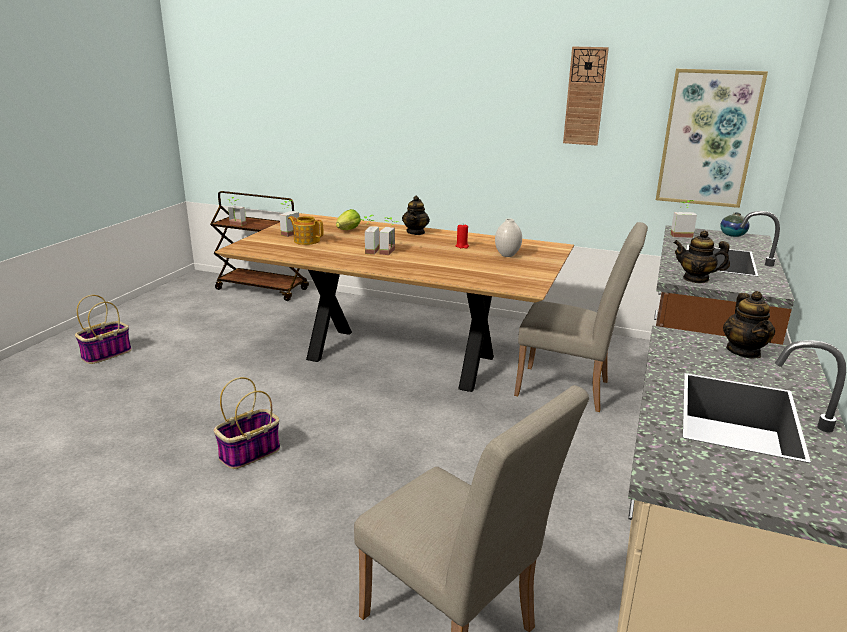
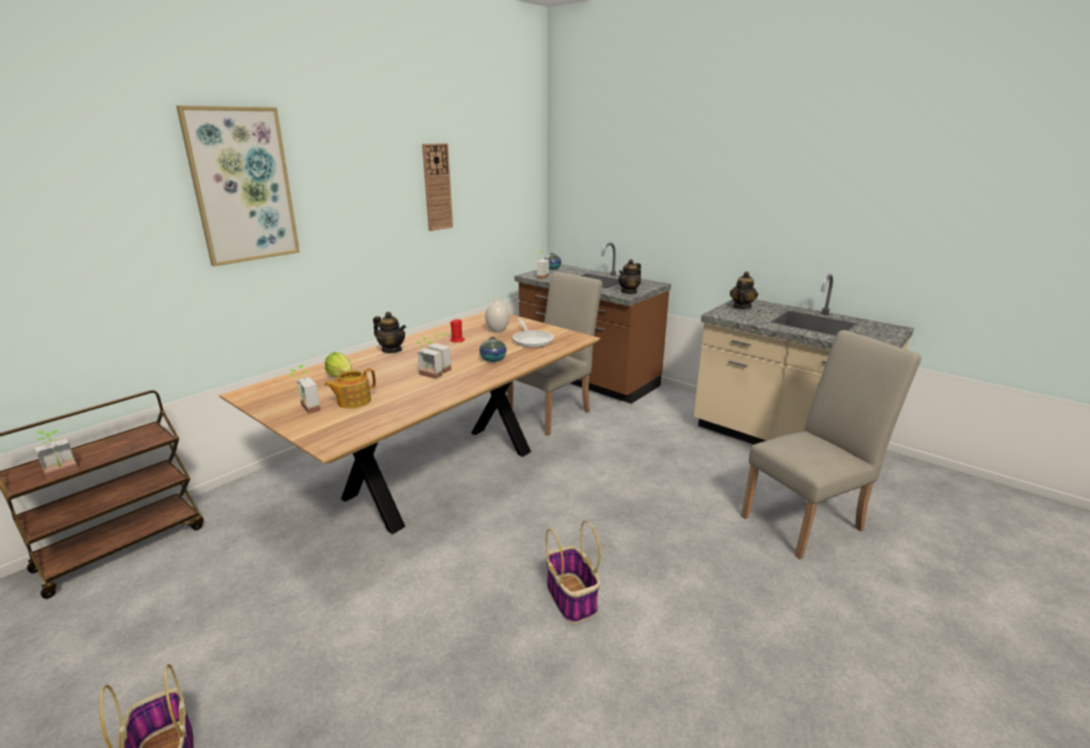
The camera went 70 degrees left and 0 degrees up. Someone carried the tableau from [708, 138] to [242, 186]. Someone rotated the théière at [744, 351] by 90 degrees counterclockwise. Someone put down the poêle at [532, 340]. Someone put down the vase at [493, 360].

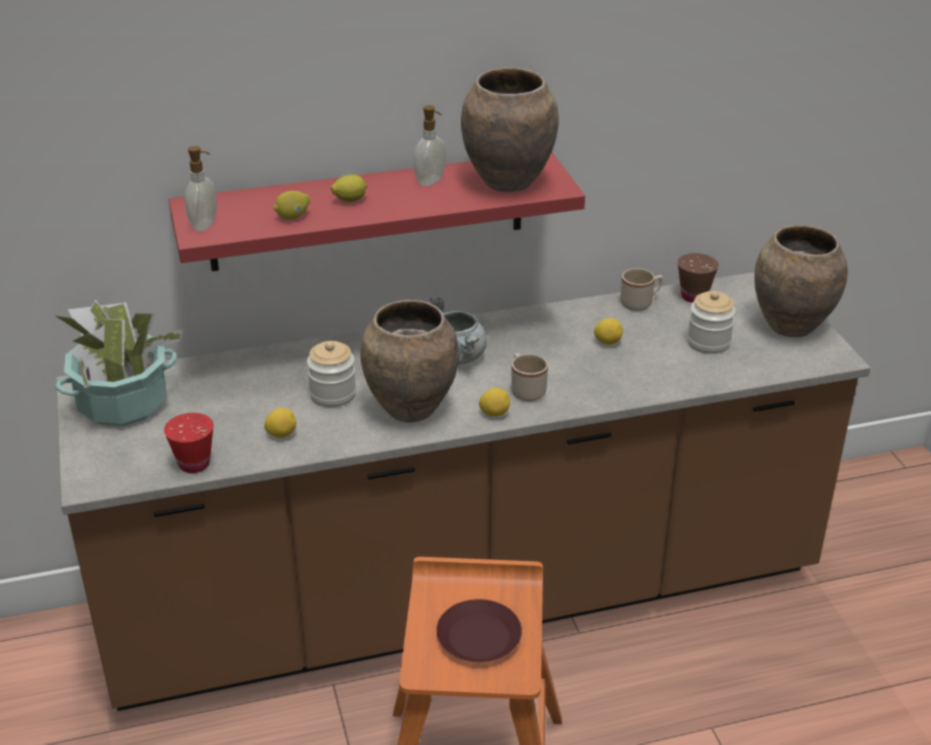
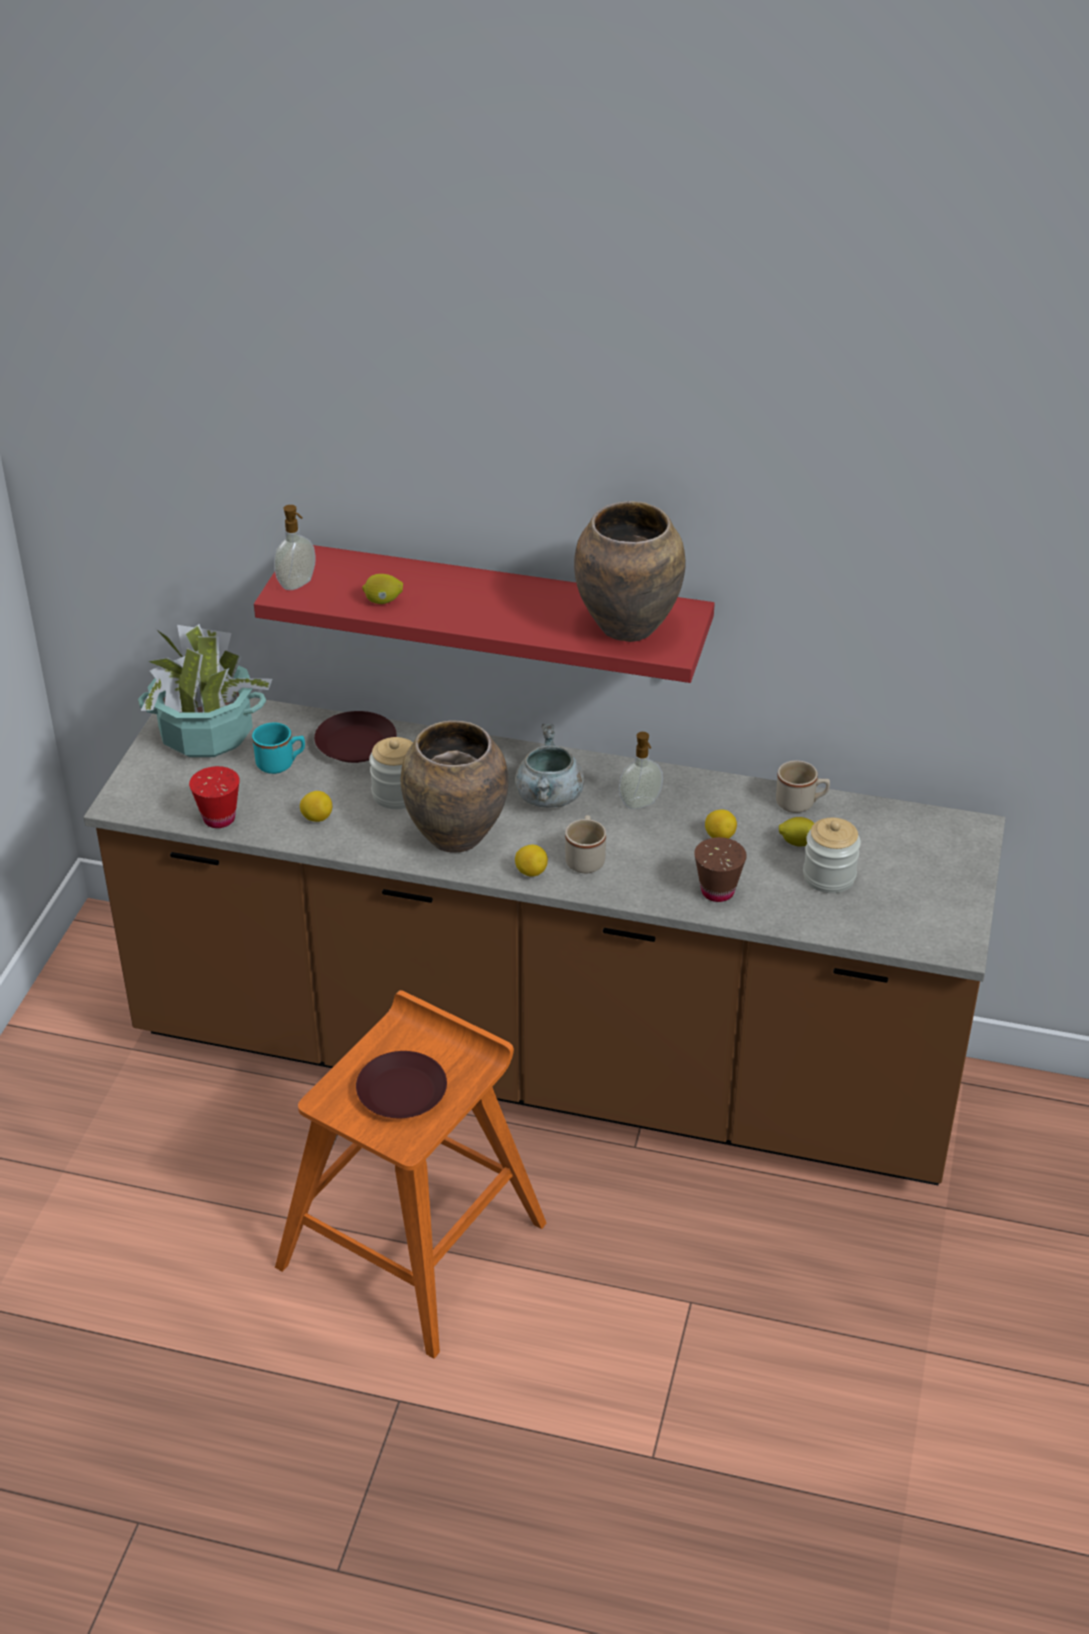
The camera went 30 degrees right and 5 degrees up. Someone carried the distributeur de savon from [431, 181] to [640, 804]. Someone carried the citron from [350, 200] to [797, 842]. Someone took away the vase (marron) at [790, 326]. Someone carried the tasse (marron) from [694, 296] to [717, 891]. Someone put down the assiette (marron) at [355, 744]. Someone put down the mug (turquoise) at [281, 764].

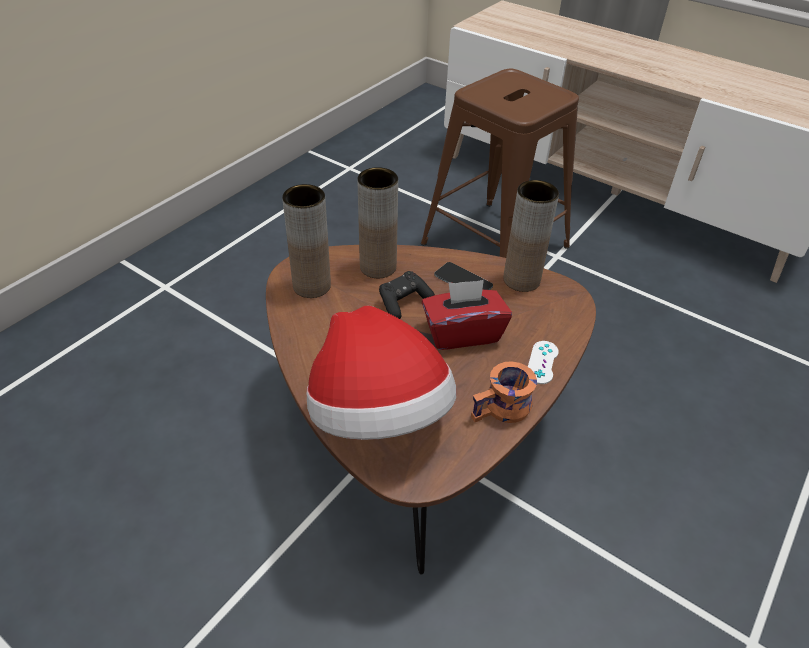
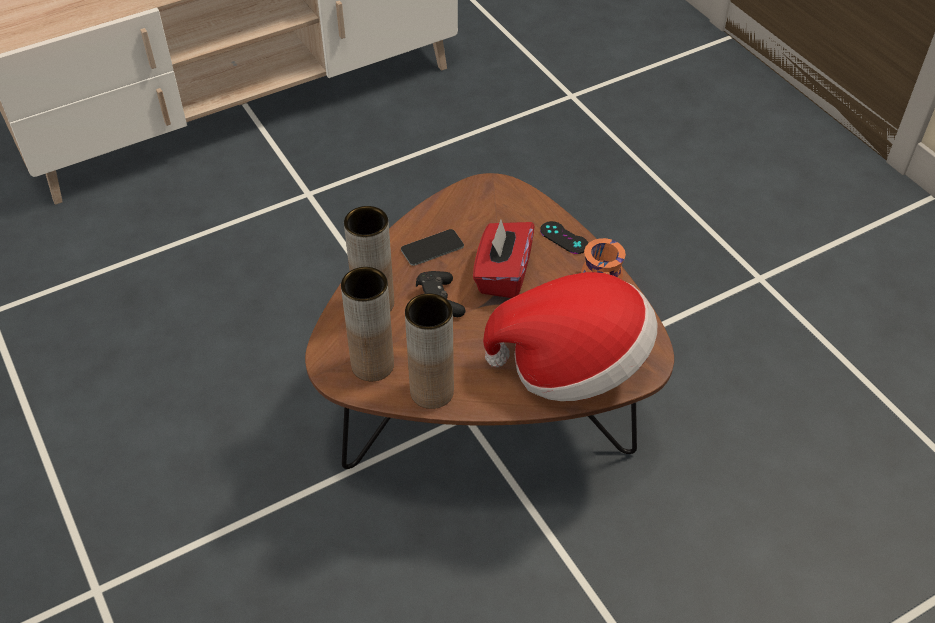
The camera went 65 degrees left and 5 degrees up. Someone took away the tabouret (marron) at [495, 246]. Someone carried the vase (marron) from [521, 280] to [432, 391]. Someone repainted the manette (blanc) at [542, 362], which became the manette (noir) at [564, 238].

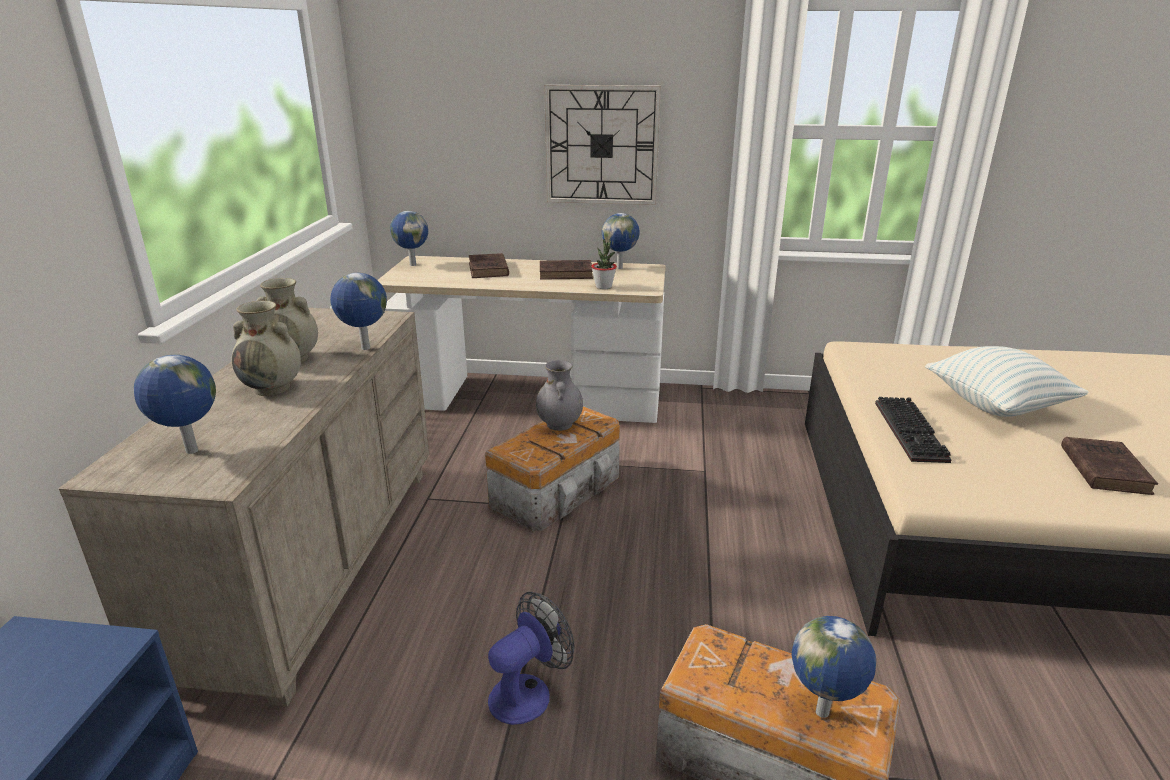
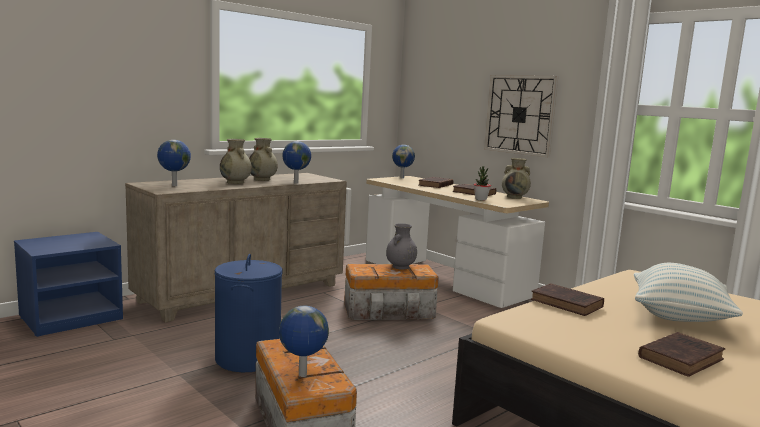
The camera went 40 degrees right and 15 degrees down. Someone swapped the globe at [620, 267] for the vase (beige) at [515, 197]. Someone swapped the clavier at [913, 432] for the livre (marron) at [568, 304]. Someone swapped the ventilateur at [528, 692] for the panier à linge (bleu) at [247, 358].

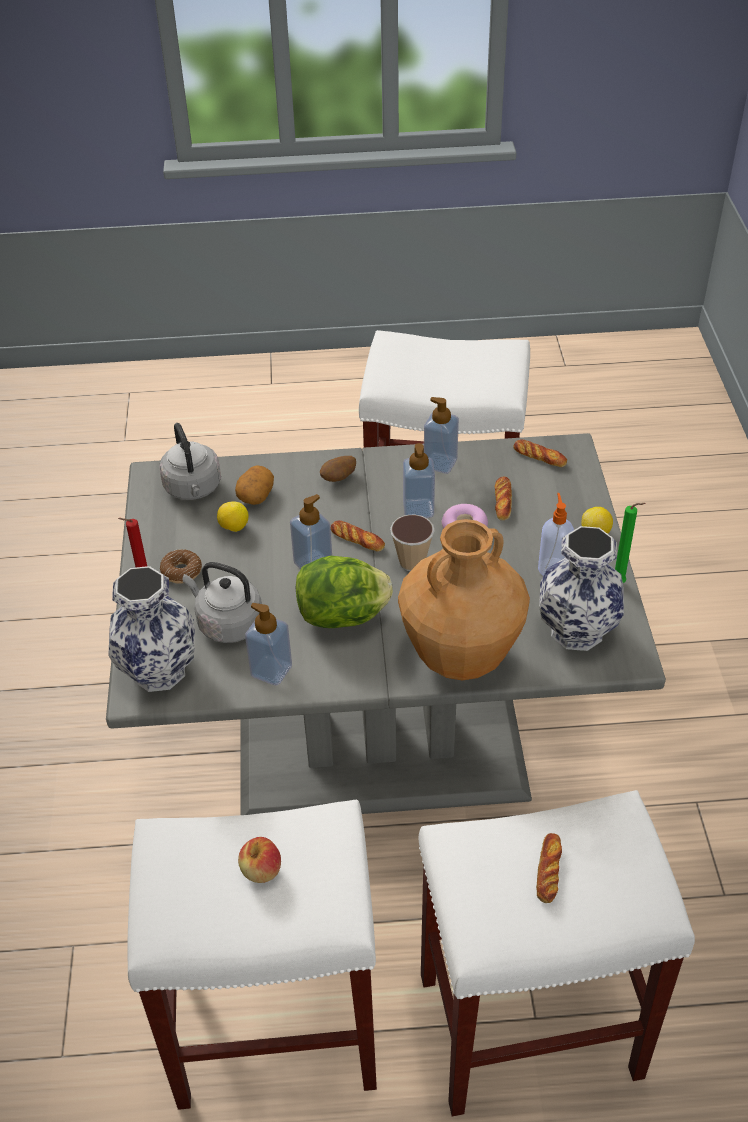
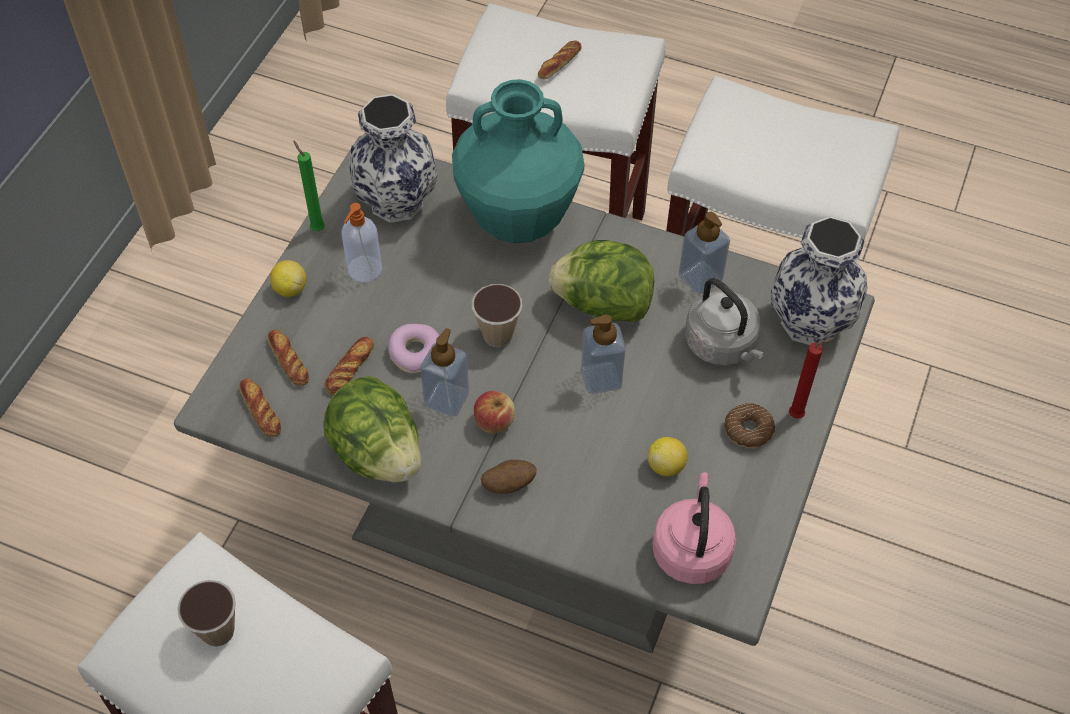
The camera went 155 degrees left and 10 degrees up. Someone swapped the distributeur de savon at [440, 463] for the laitue at [377, 453]. Someone repainted the bouilloire (gris) at [193, 489], which became the bouilloire (rose) at [691, 549]. Someone took away the pomme de terre at [255, 494]. Someone repainted the vase (marron) at [461, 656], which became the vase (turquoise) at [517, 220]. Someone carried the pain from [357, 539] to [288, 361]. Someone carried the pomme from [261, 870] to [494, 421]. Someone put down the tasse at [217, 631].

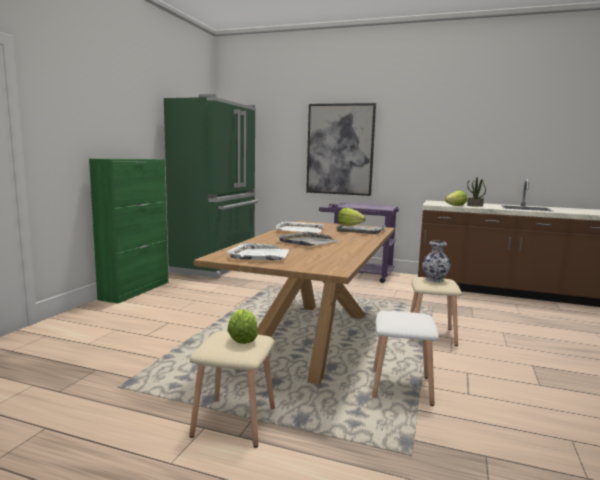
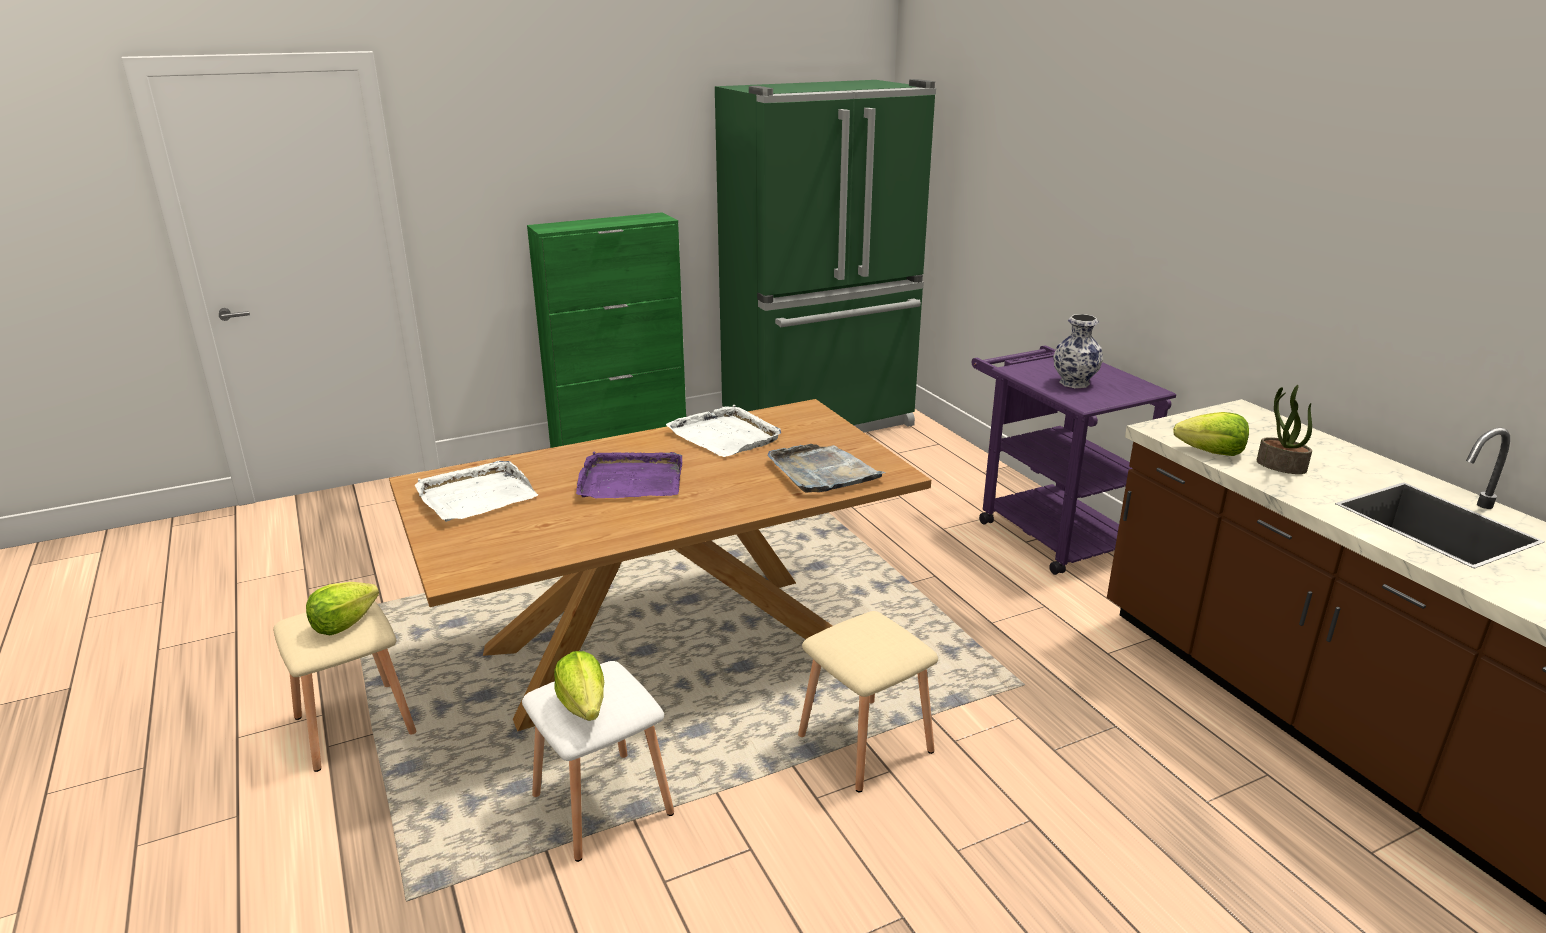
The camera went 45 degrees right and 15 degrees up. Someone took away the tableau at [340, 149]. Someone carried the laitue from [349, 225] to [584, 706]. Someone repainted the plateau (gris) at [307, 242], which became the plateau (violet) at [630, 480]. Someone carried the vase from [435, 280] to [1074, 383].

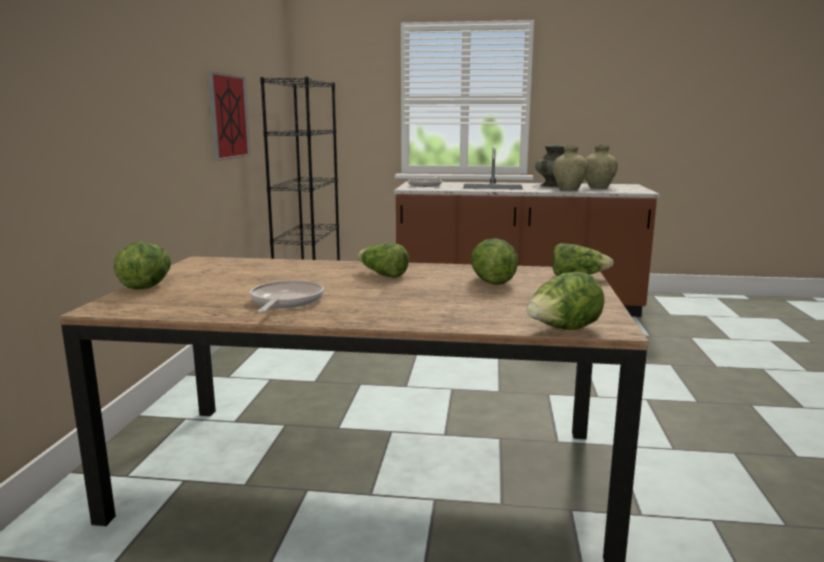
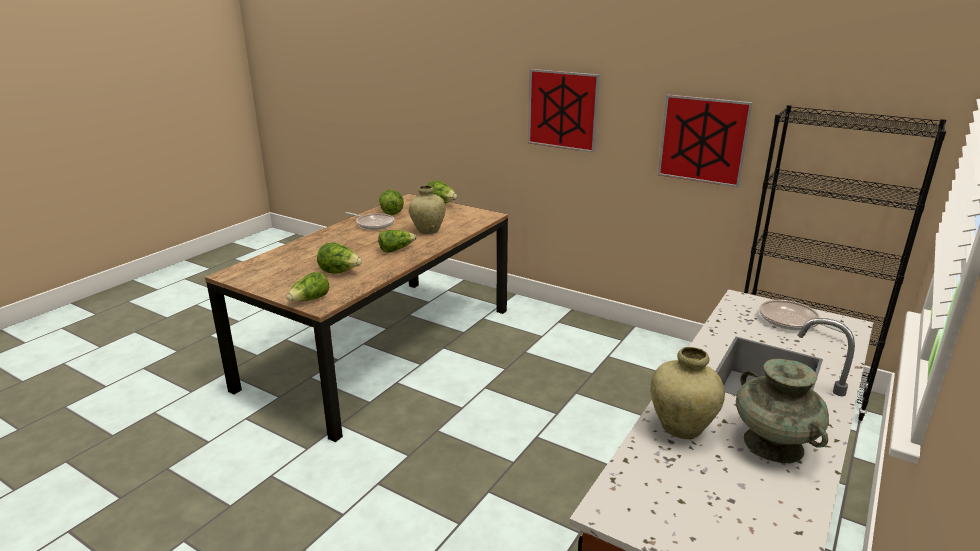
The camera went 115 degrees right and 10 degrees up. Someone carried the vase (beige) from [598, 188] to [428, 231]. Someone carried the laitue from [563, 330] to [391, 212]. Someone put up the tableau at [562, 110].

